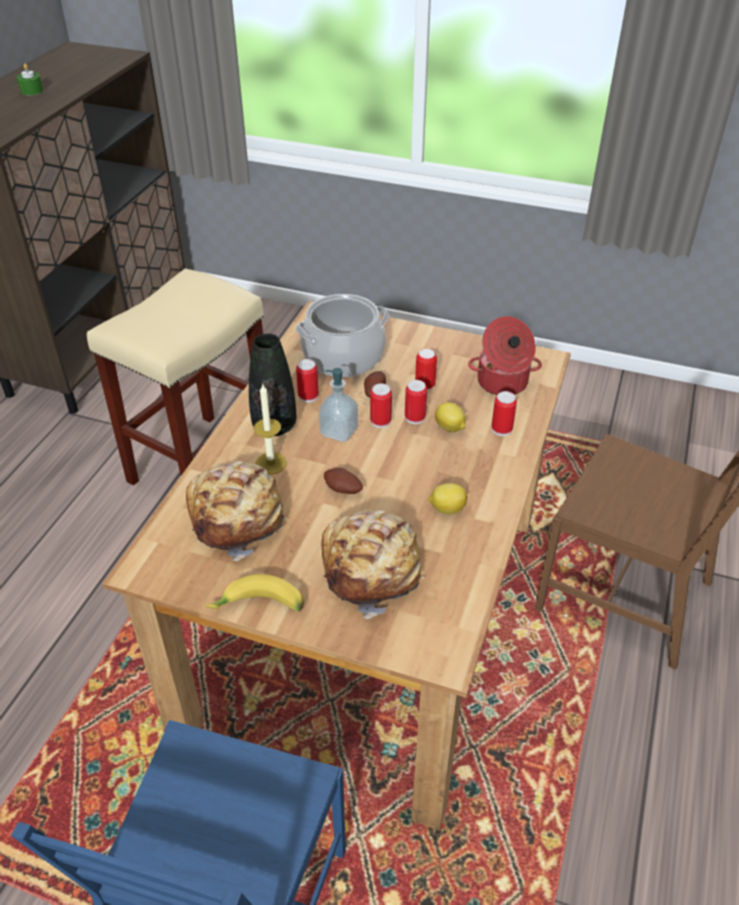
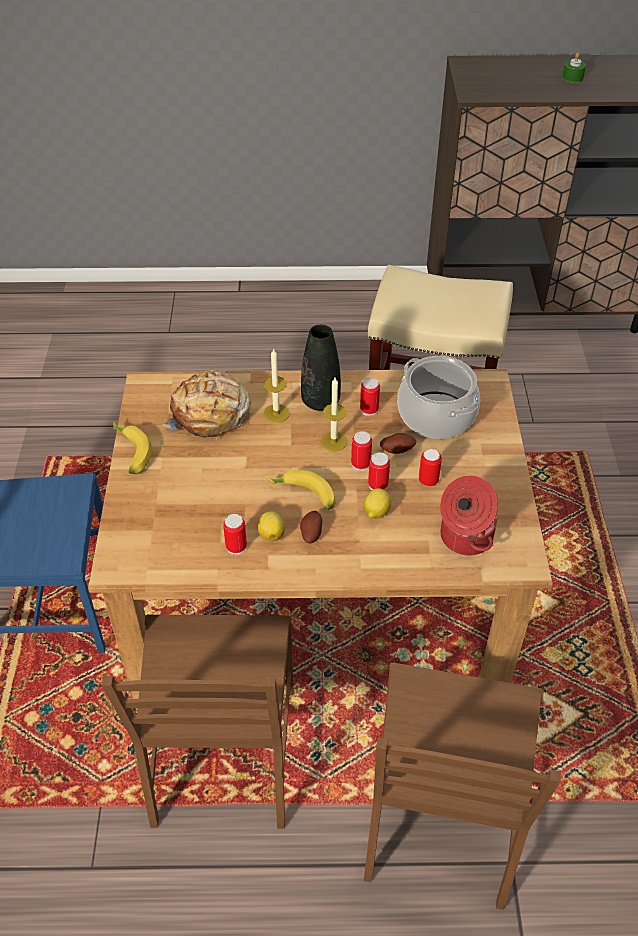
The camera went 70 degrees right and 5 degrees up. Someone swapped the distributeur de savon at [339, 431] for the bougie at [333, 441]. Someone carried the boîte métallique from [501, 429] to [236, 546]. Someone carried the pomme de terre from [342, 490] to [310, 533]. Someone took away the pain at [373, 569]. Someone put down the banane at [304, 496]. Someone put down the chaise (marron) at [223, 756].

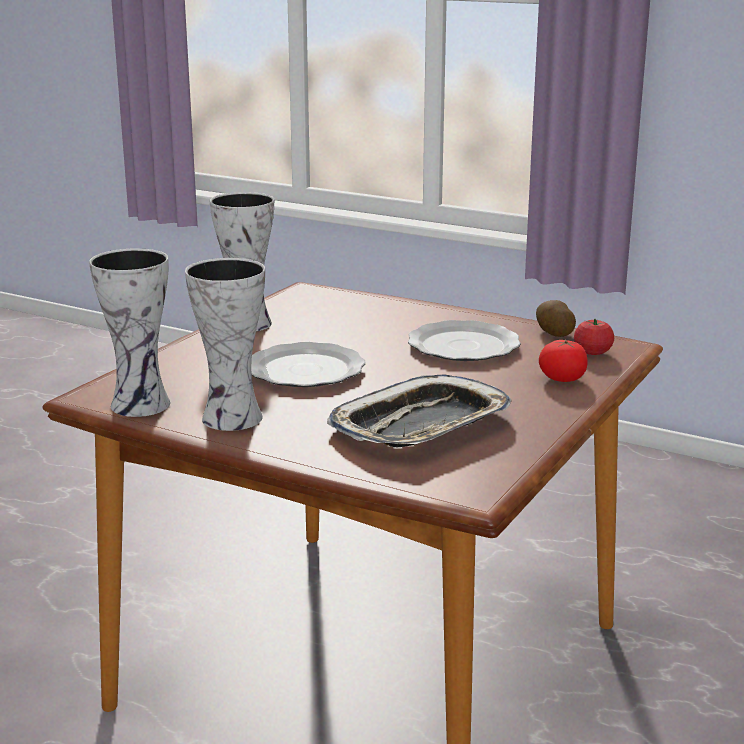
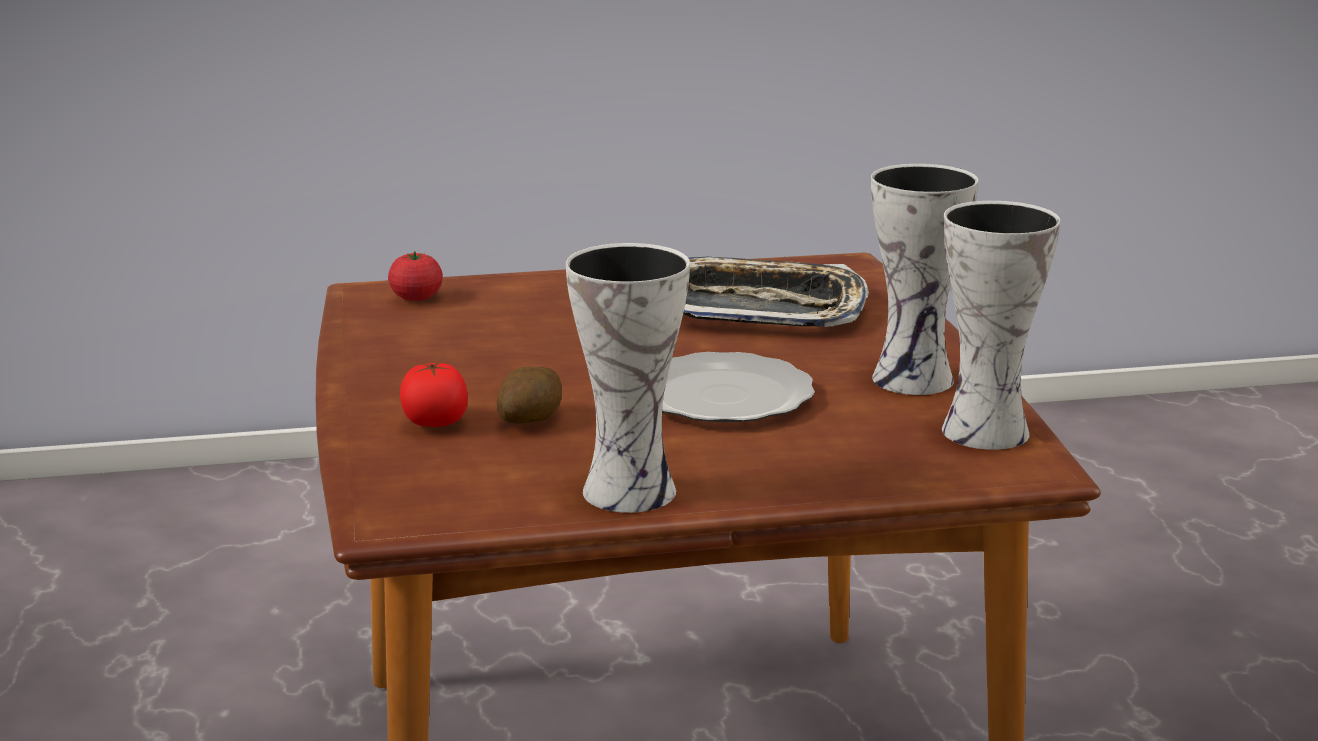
The camera went 130 degrees left and 0 degrees up. Someone carried the pomme de terre from [553, 333] to [530, 421]. Someone took away the assiette at [463, 346]. Someone carried the tomate from [562, 378] to [435, 422].

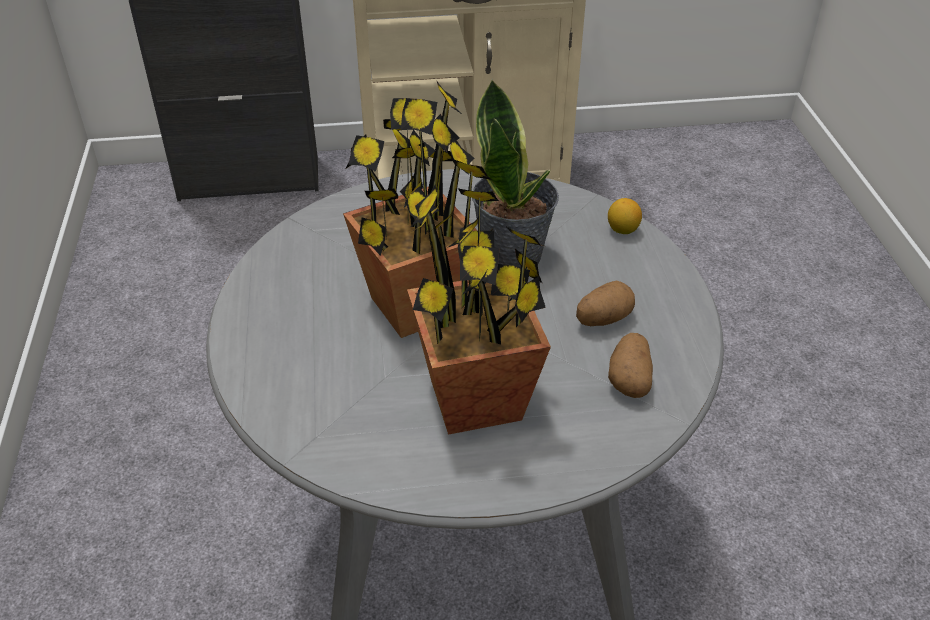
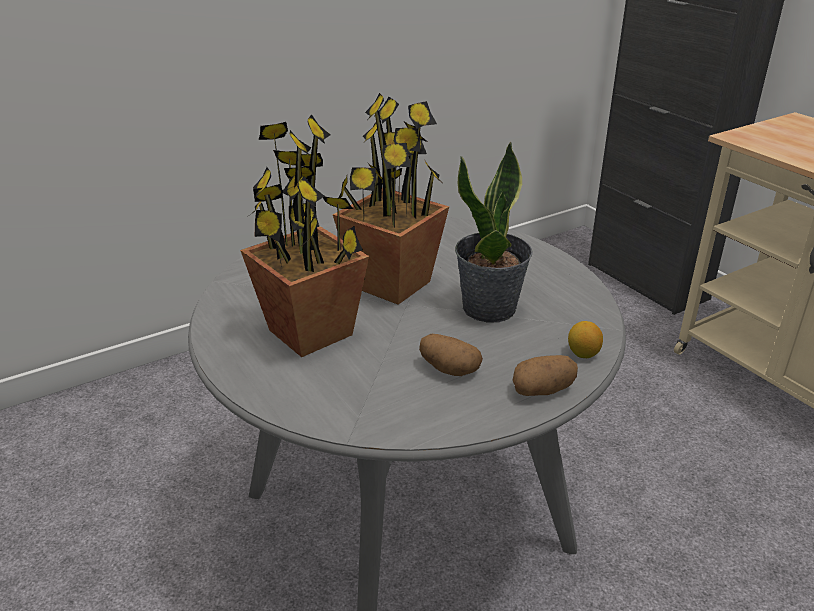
The camera went 65 degrees right and 10 degrees down. Someone carried the pomme de terre from [629, 379] to [543, 390].

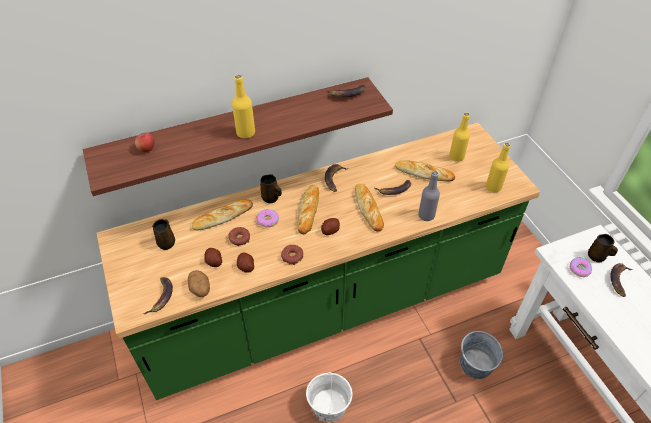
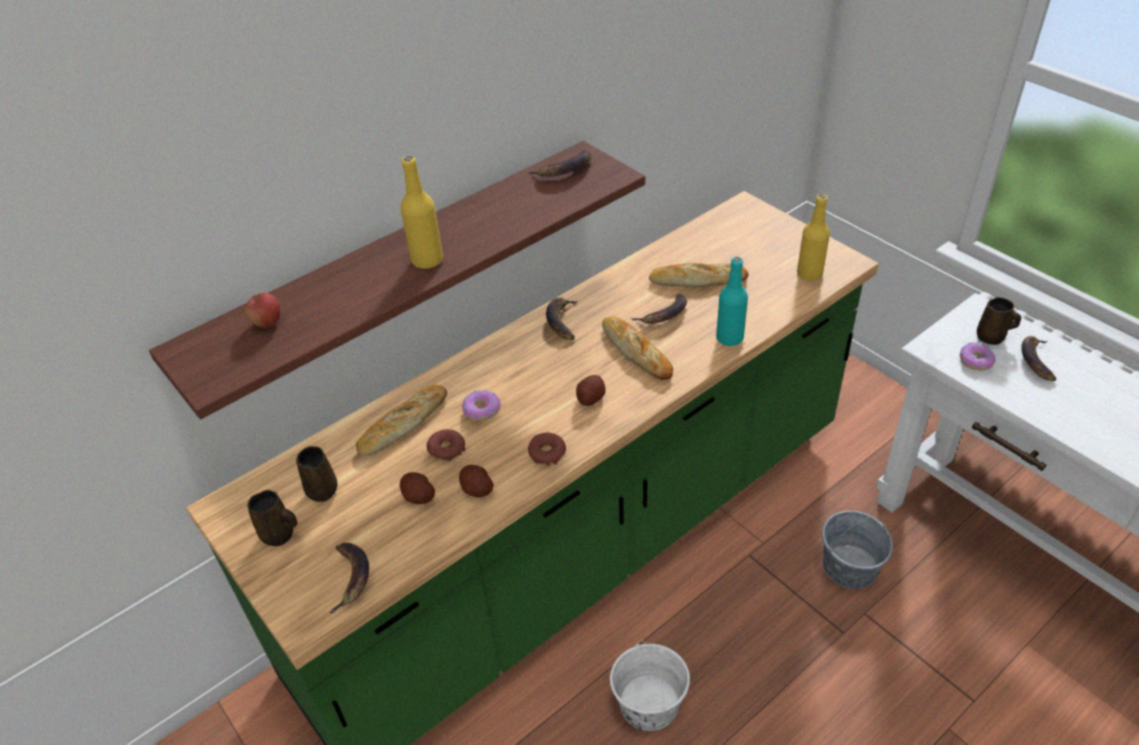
The camera went 15 degrees left and 5 degrees down. Someone took away the bouteille (jaune) at [456, 157]. Someone repainted the bouteille (gris) at [426, 215], which became the bouteille (turquoise) at [729, 338]. Someone carried the mug (marron) from [271, 198] to [280, 535]. Someone took away the pain at [308, 211]. Someone took away the pomme de terre at [200, 289].

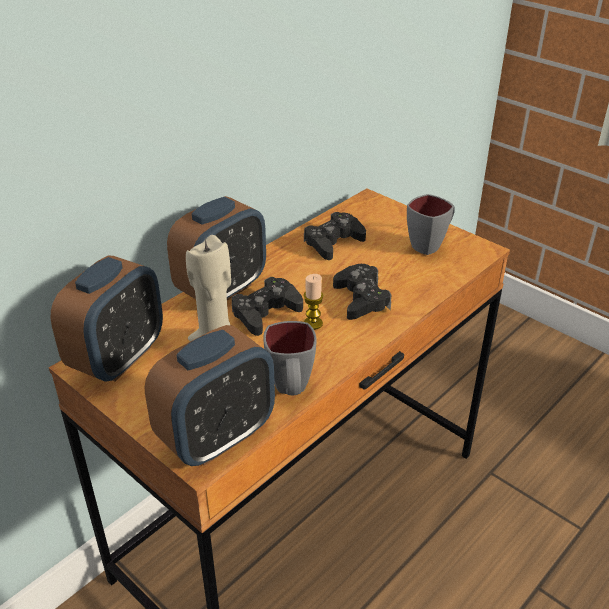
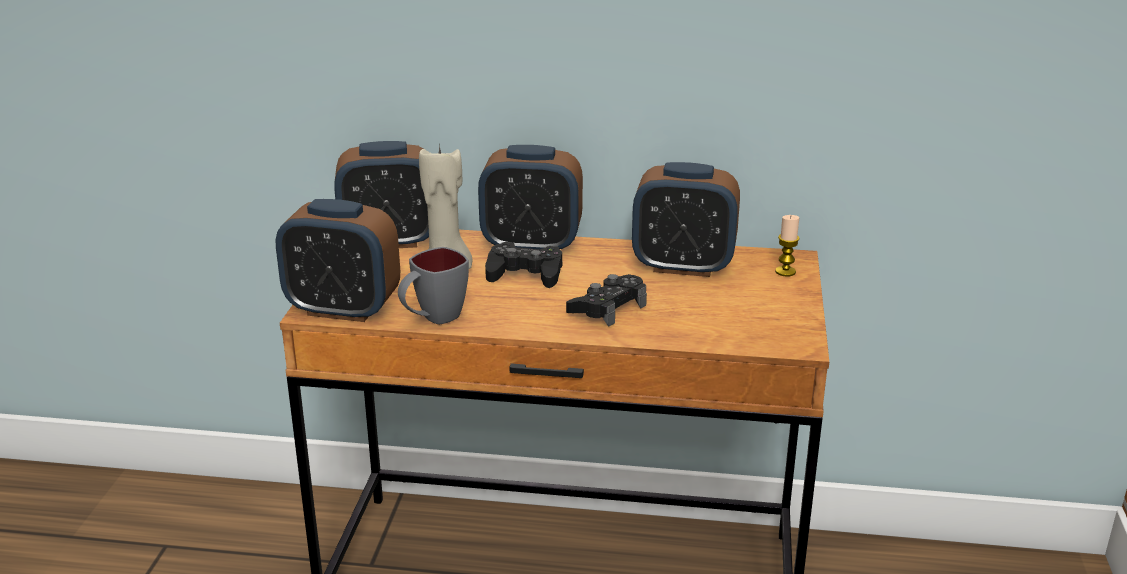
The camera went 55 degrees right and 10 degrees down. Someone took away the mug (gris) at [430, 244]. Someone swapped the manette (noir) at [333, 242] for the réveil at [683, 266]. Someone carried the bougie from [313, 323] to [785, 271].

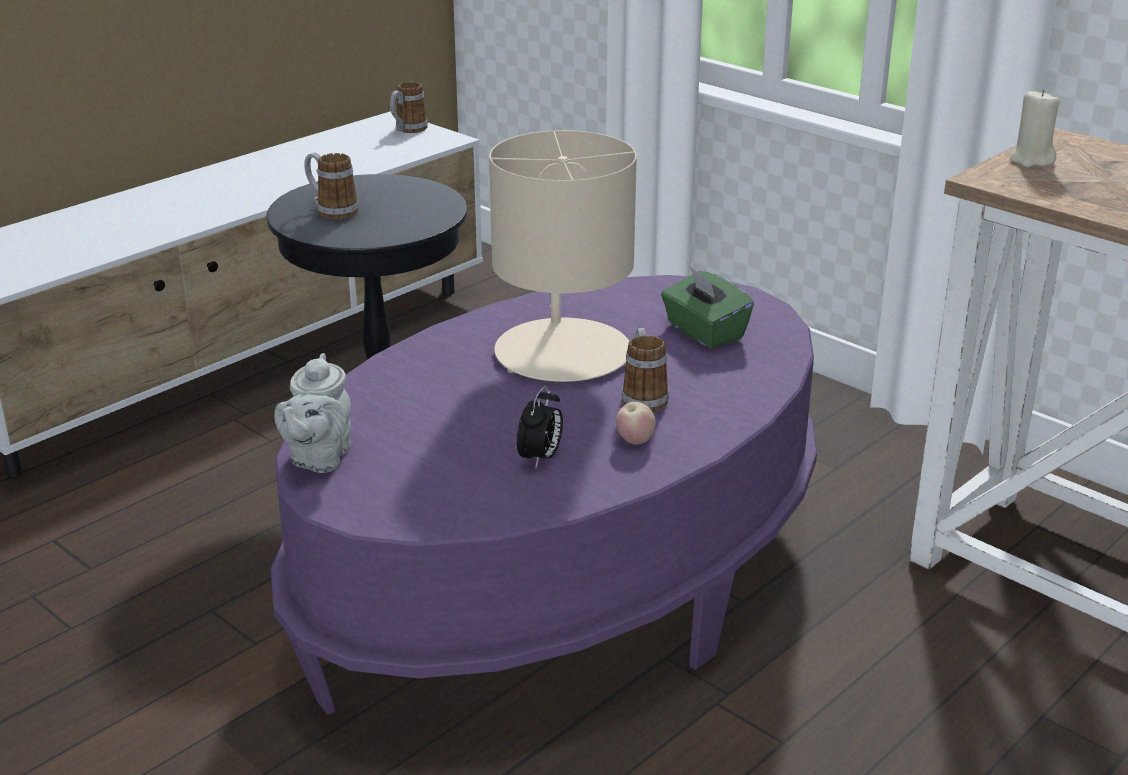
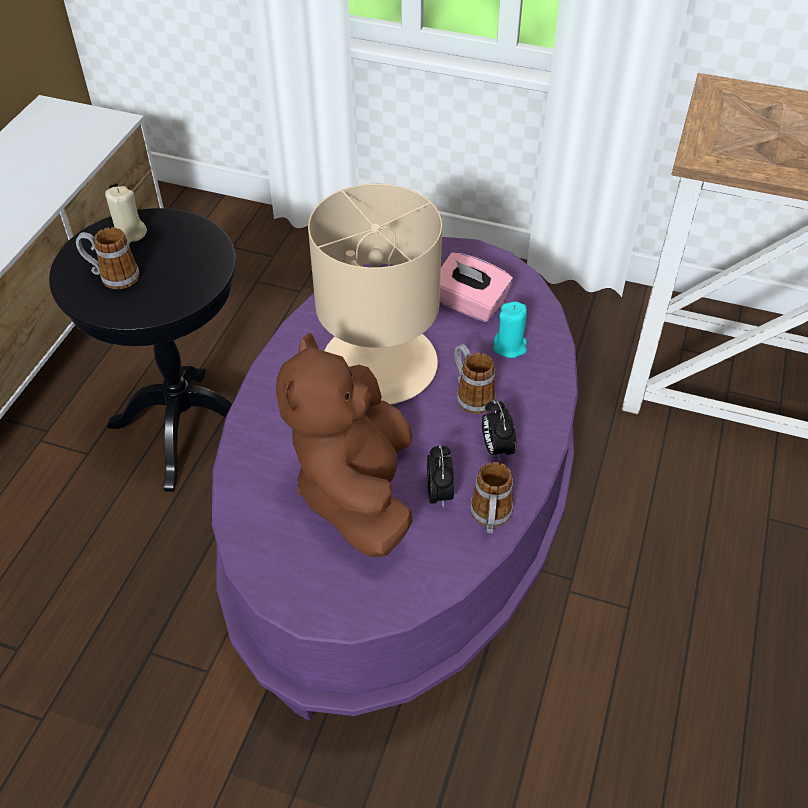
The camera went 25 degrees left and 20 degrees up. Someone carried the mug from [407, 130] to [490, 518]. Someone carried the bougie (beige) from [1031, 160] to [129, 234]. Someone repainted the boîte à mouchoirs (vert) at [704, 332], which became the boîte à mouchoirs (rose) at [469, 304]. Someone took away the théière (gris) at [318, 458]. Someone swapped the pomme at [635, 441] for the réveil at [496, 448]. Someone put down the bougie (turquoise) at [510, 347]. Someone put down the peluche (marron) at [357, 491].

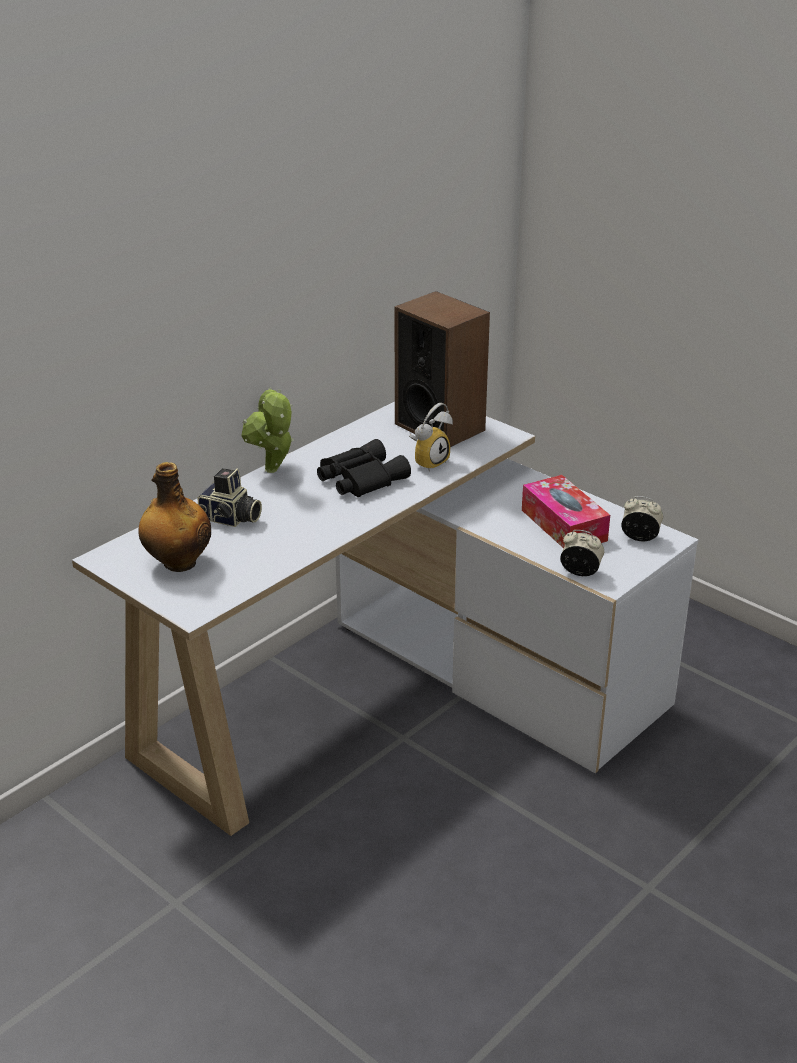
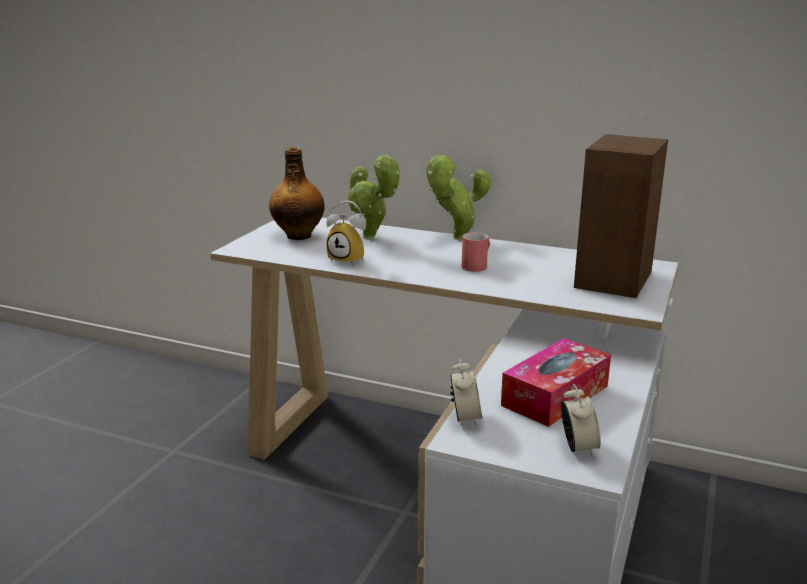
The camera went 70 degrees right and 10 degrees down. Someone carried the réveil from [429, 462] to [350, 260]. Someone swapped the jumelles (noir) at [359, 478] for the mug (rouge) at [477, 265]. Someone swapped the appareil photo at [230, 519] for the plante en pot at [371, 238].

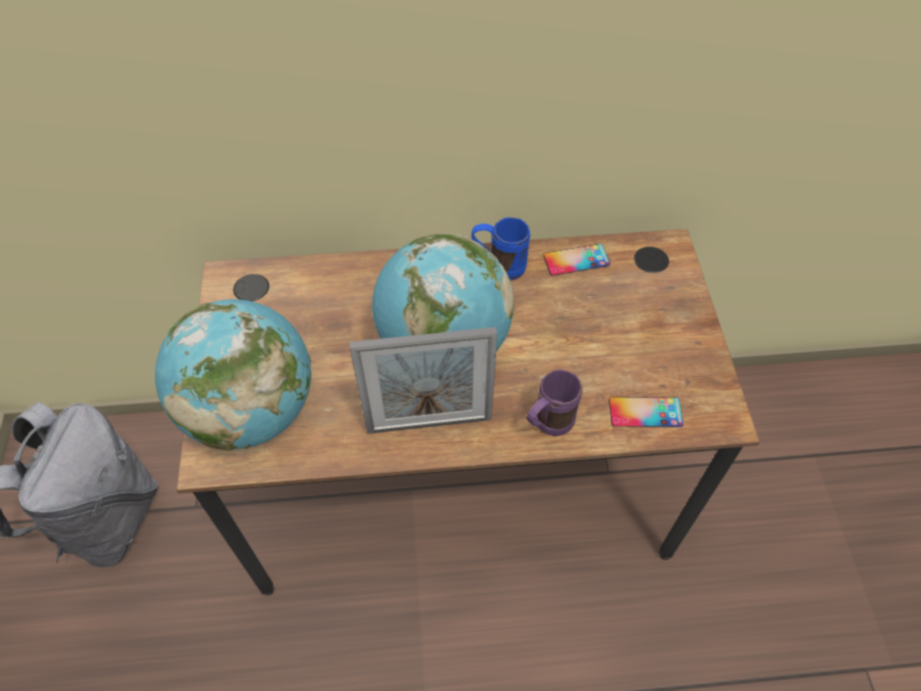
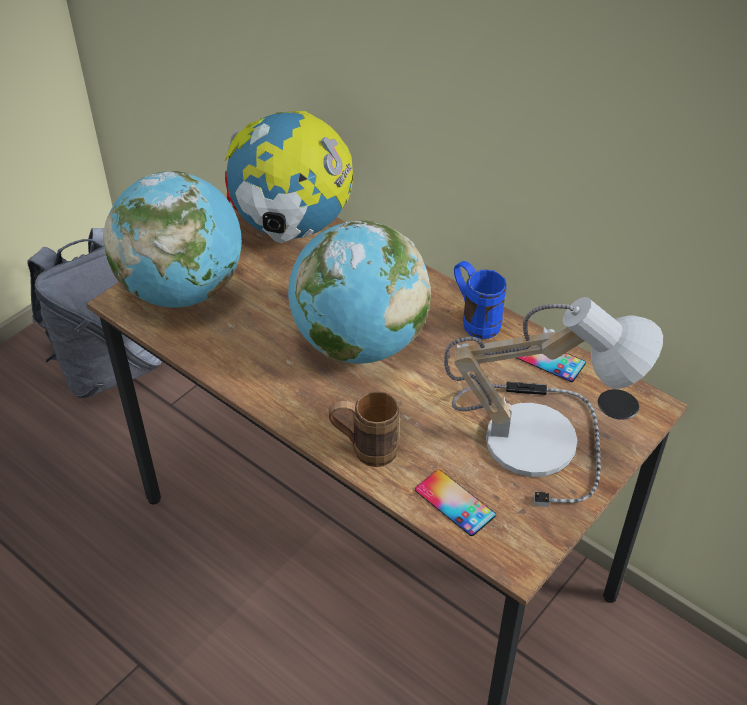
The camera went 45 degrees right and 10 degrees down. Someone took away the cadre photo at [429, 424]. Someone repainted the mug (violet) at [546, 425], which became the mug (marron) at [364, 450]. Someone put down the globe at [292, 228]. Someone put down the lampe de table at [537, 434].

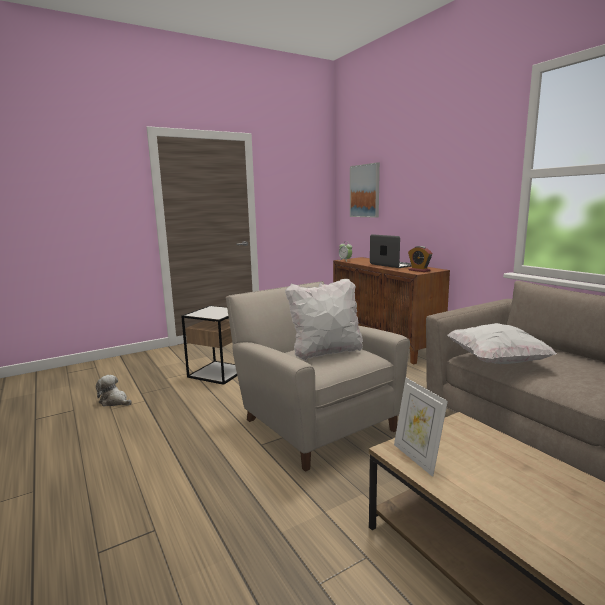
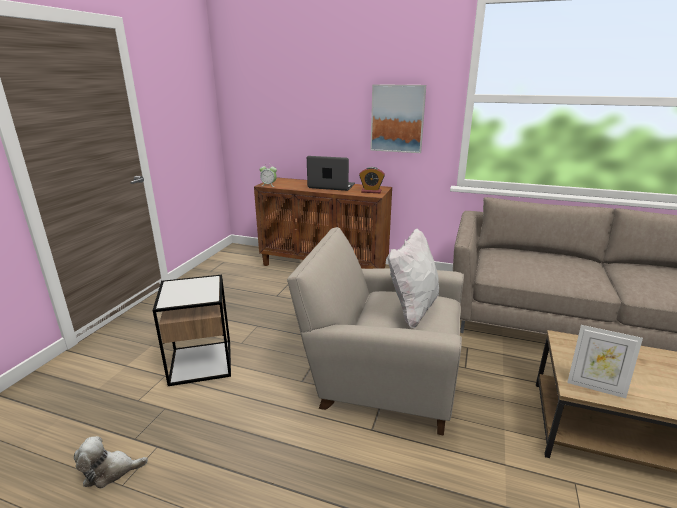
The camera went 40 degrees left and 10 degrees up. Someone carried the tableau from [365, 191] to [397, 118]. Someone took away the coussin (blanc) at [497, 361].

